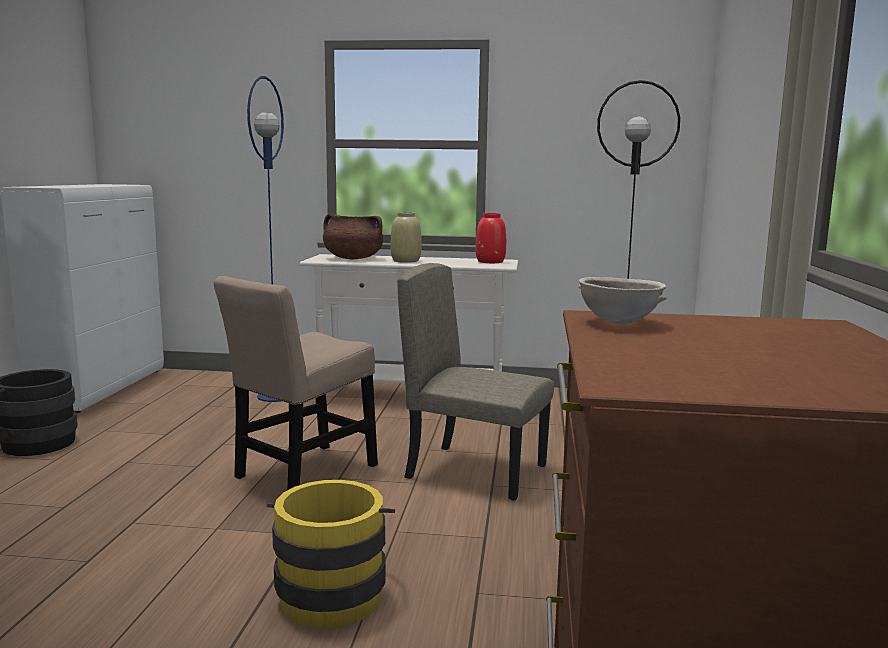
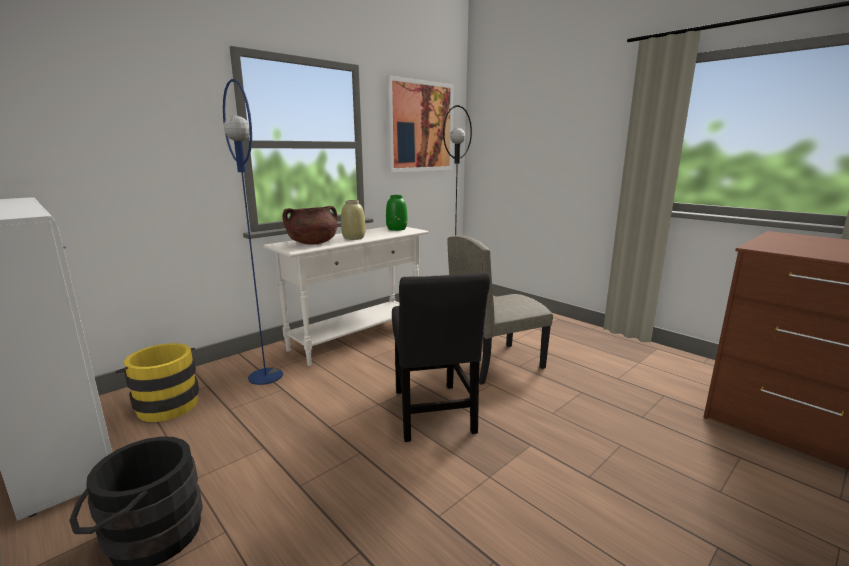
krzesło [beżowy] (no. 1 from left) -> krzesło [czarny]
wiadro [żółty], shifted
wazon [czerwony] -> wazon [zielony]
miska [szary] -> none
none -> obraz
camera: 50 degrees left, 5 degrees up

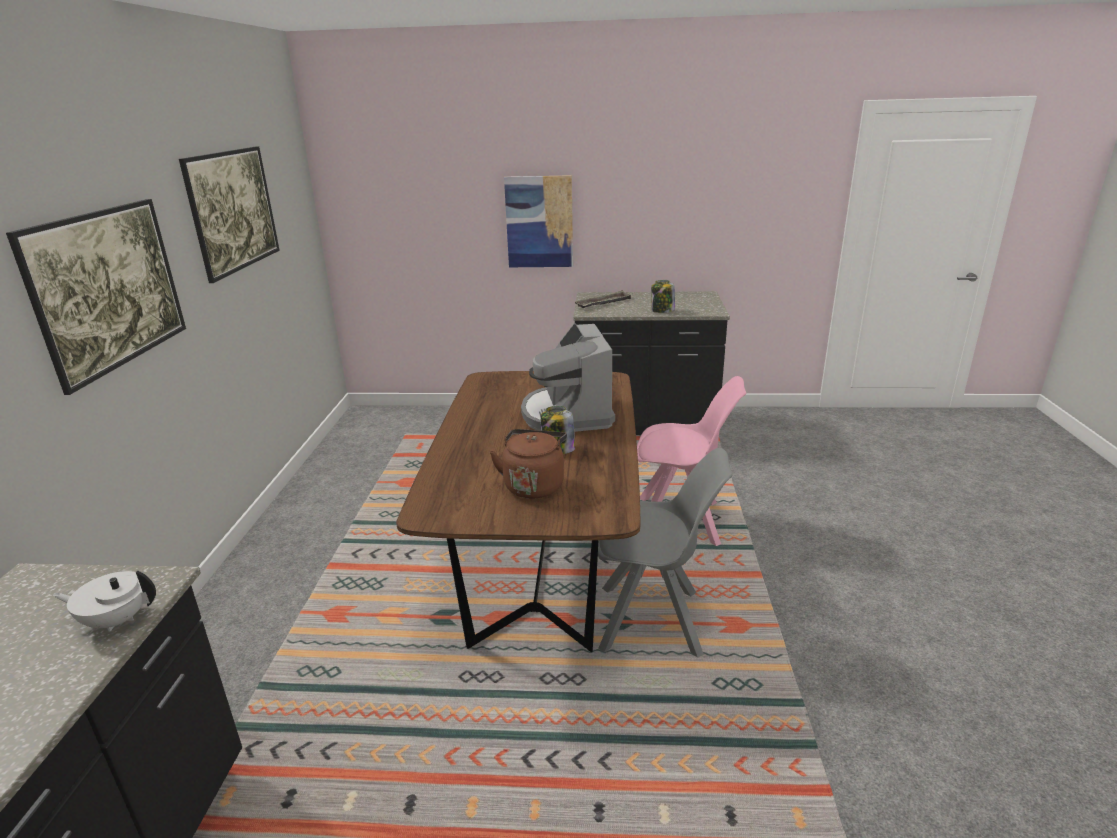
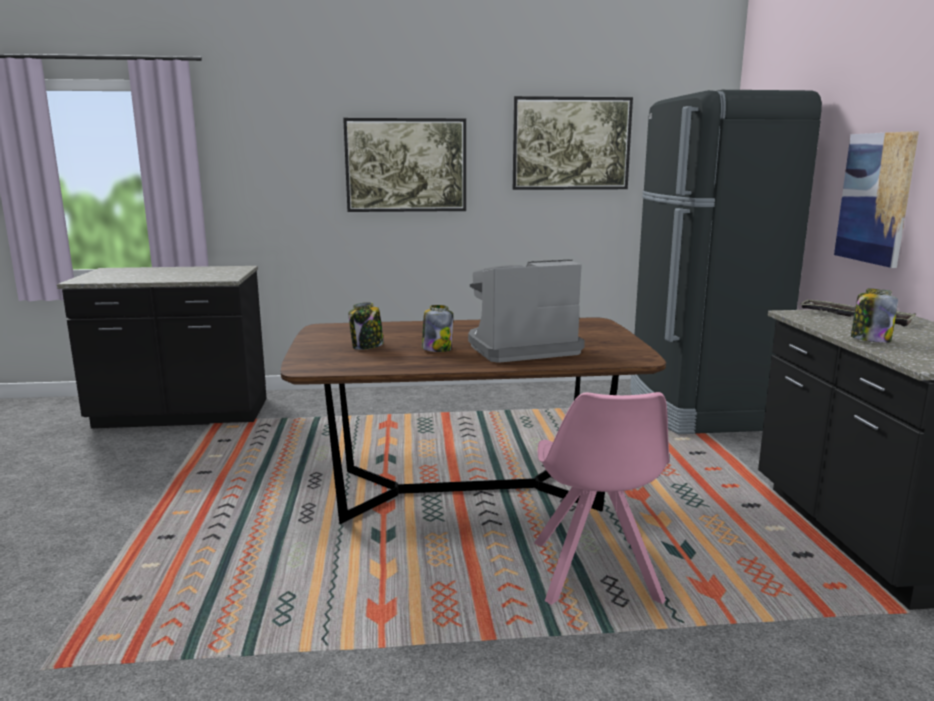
imbryk [biały] -> none
czajnik [brązowy] -> słoik (no. 1 from left)
krzesło [szary] -> none
none -> lodówka [czarny]
camera: 80 degrees right, 10 degrees down

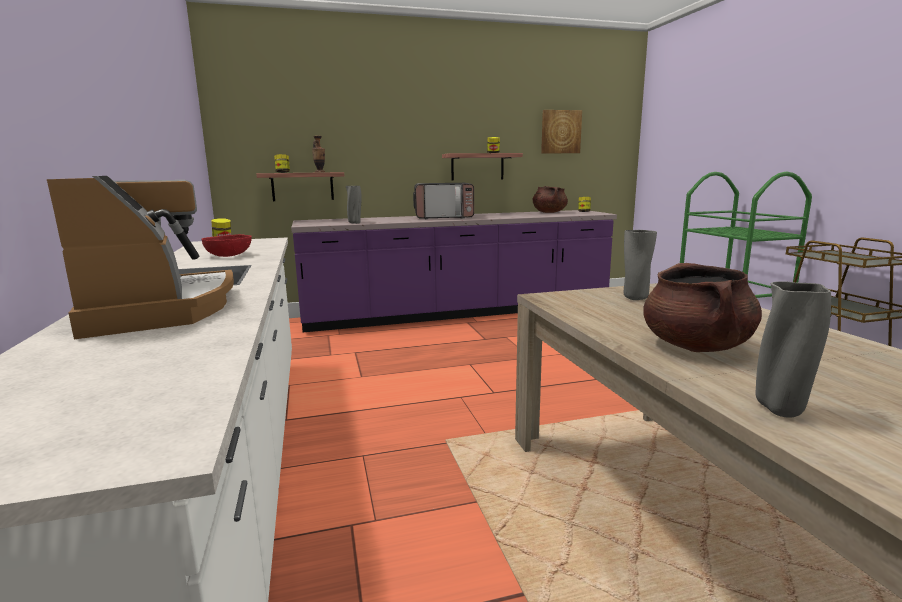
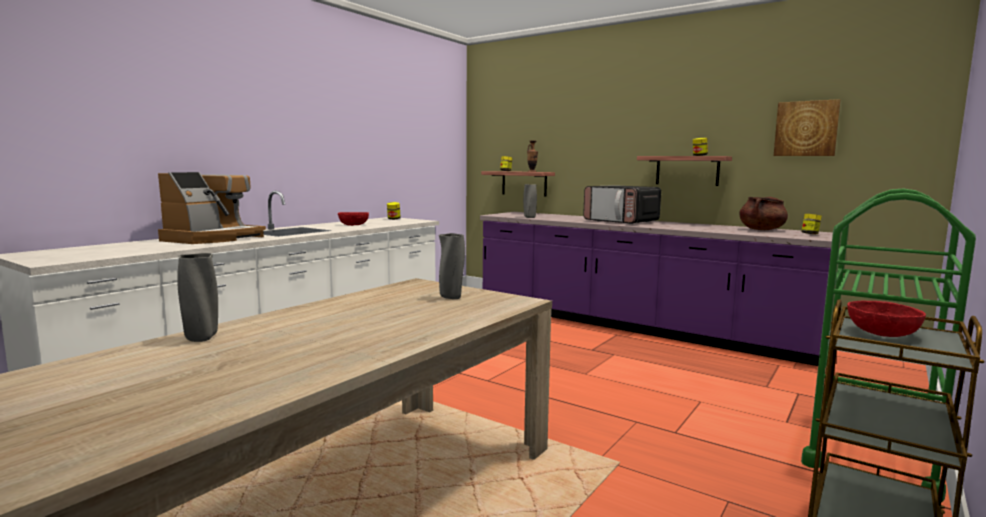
garnek [brązowy] (no. 2 from left) -> none
none -> miska [czerwony] (no. 2 from left)
camera: 50 degrees right, 5 degrees down

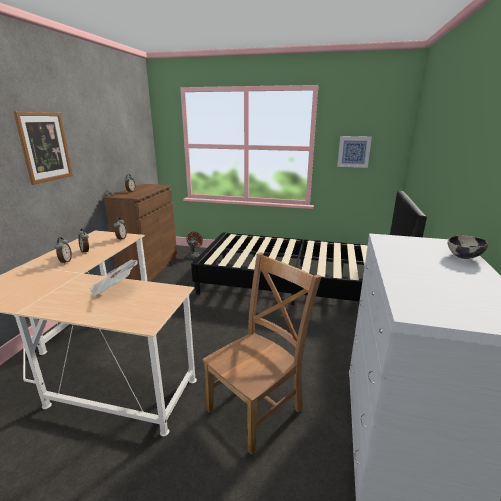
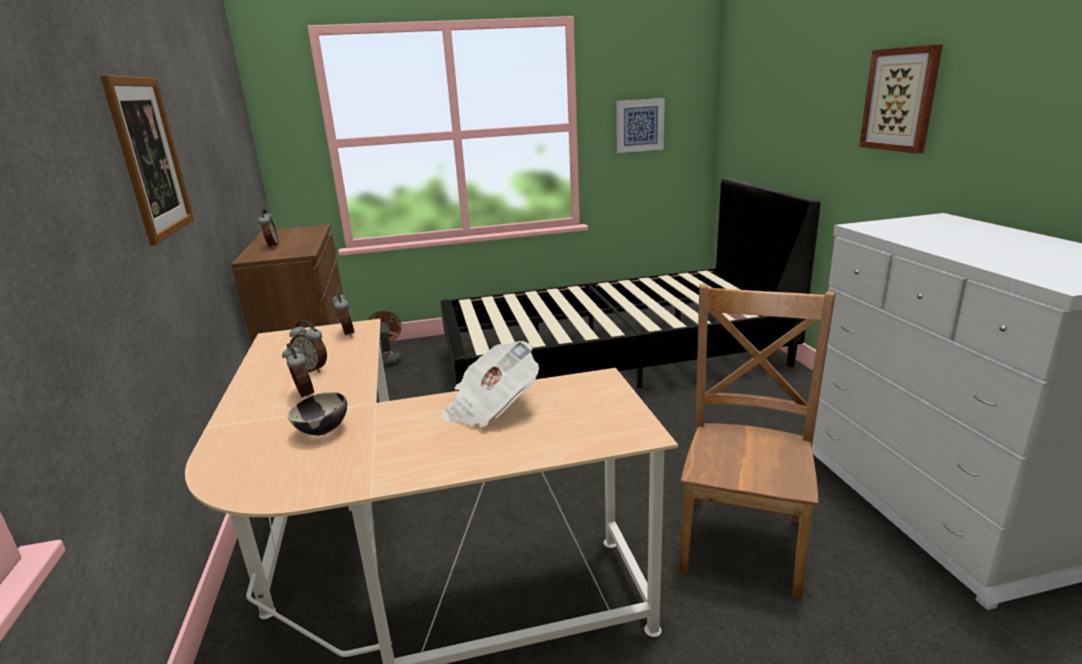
miska, shifted
none -> obraz (no. 3 from left)
camera: 25 degrees left, 0 degrees up

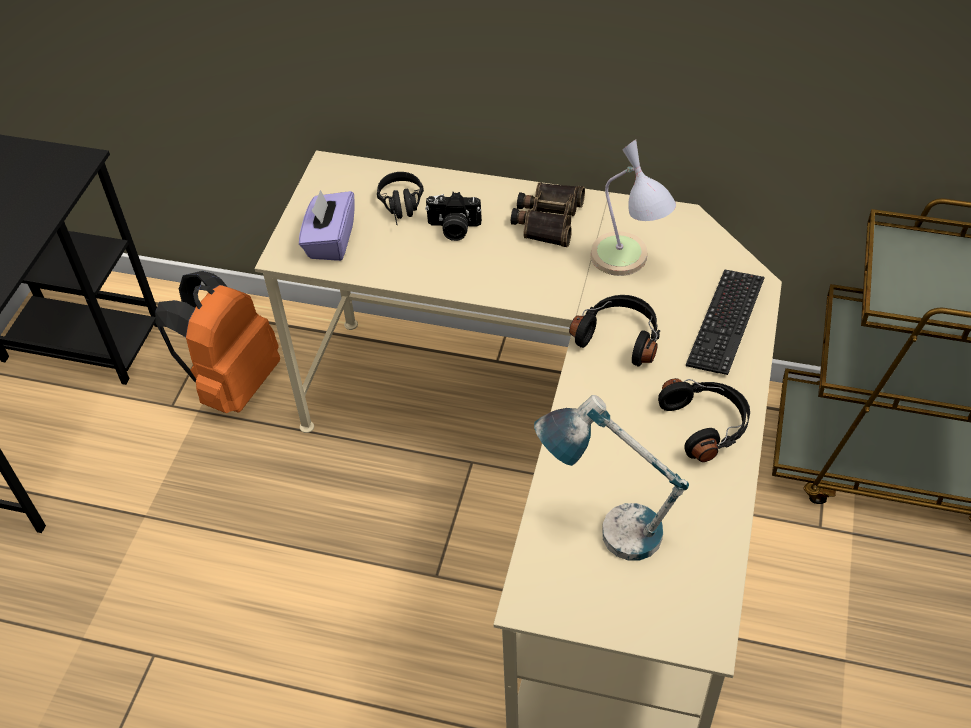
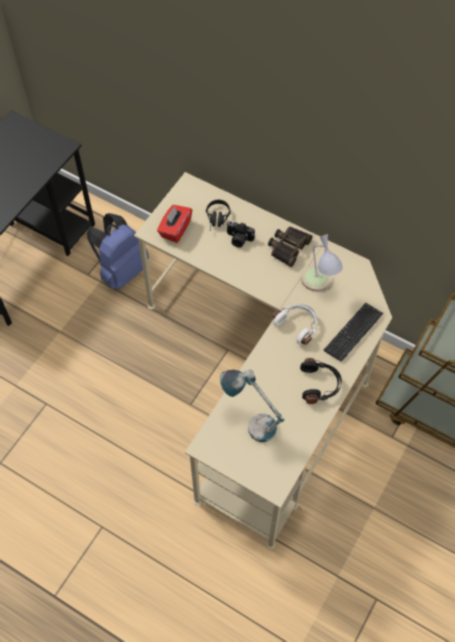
plecak [pomarańczowy] -> plecak [niebieski]
pudełko chusteczek [fioletowy] -> pudełko chusteczek [czerwony]
słuchawki [czarny] (no. 2 from left) -> słuchawki [biały]
camera: 15 degrees right, 10 degrees up

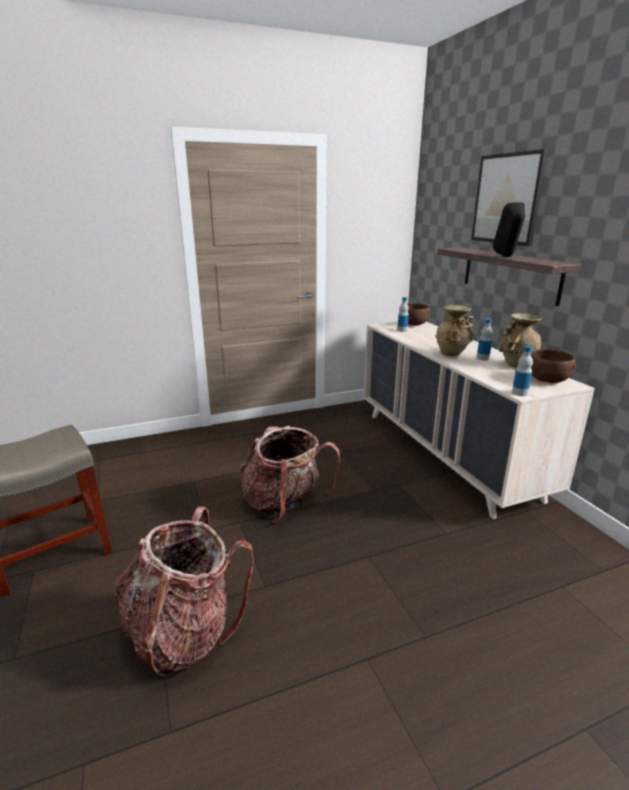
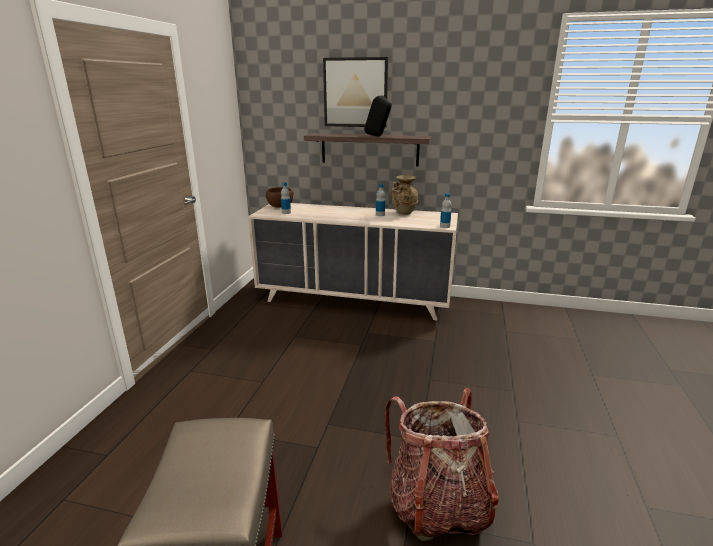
plecak (no. 2 from left) -> none
wazon [beżowy] (no. 1 from left) -> none
miska [brązowy] (no. 2 from left) -> none
camera: 55 degrees left, 0 degrees up

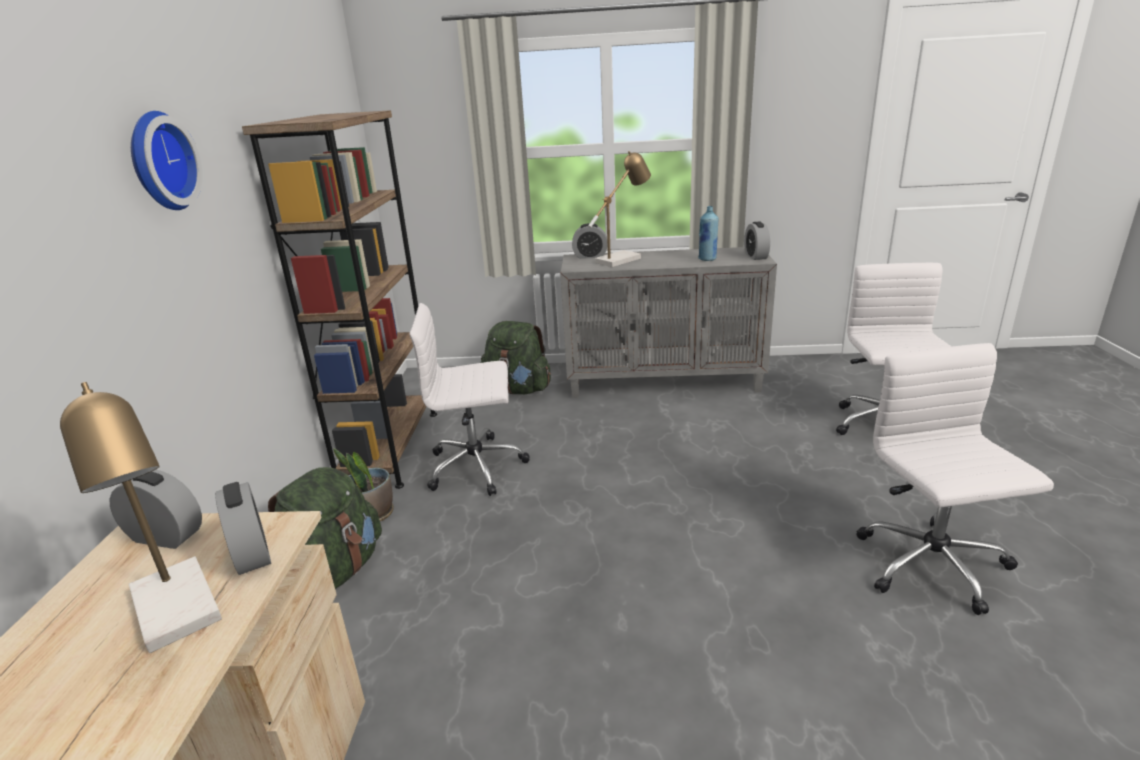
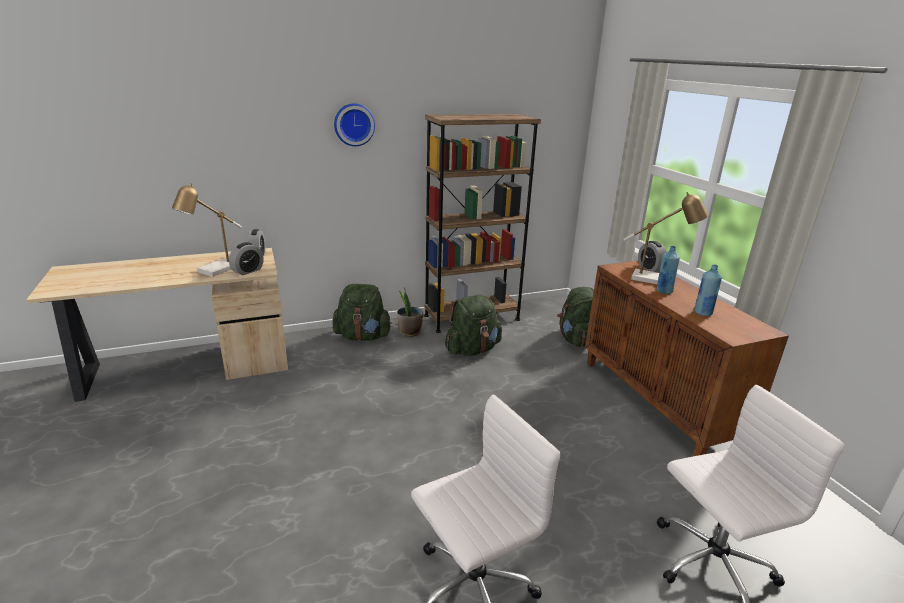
krzesło biurowe [biały] (no. 1 from left) -> plecak [zielony] (no. 2 from left)
szafka [szary] -> szafka [brązowy]
budzik (no. 4 from left) -> none
none -> butelka [niebieski] (no. 1 from left)
camera: 65 degrees right, 0 degrees up

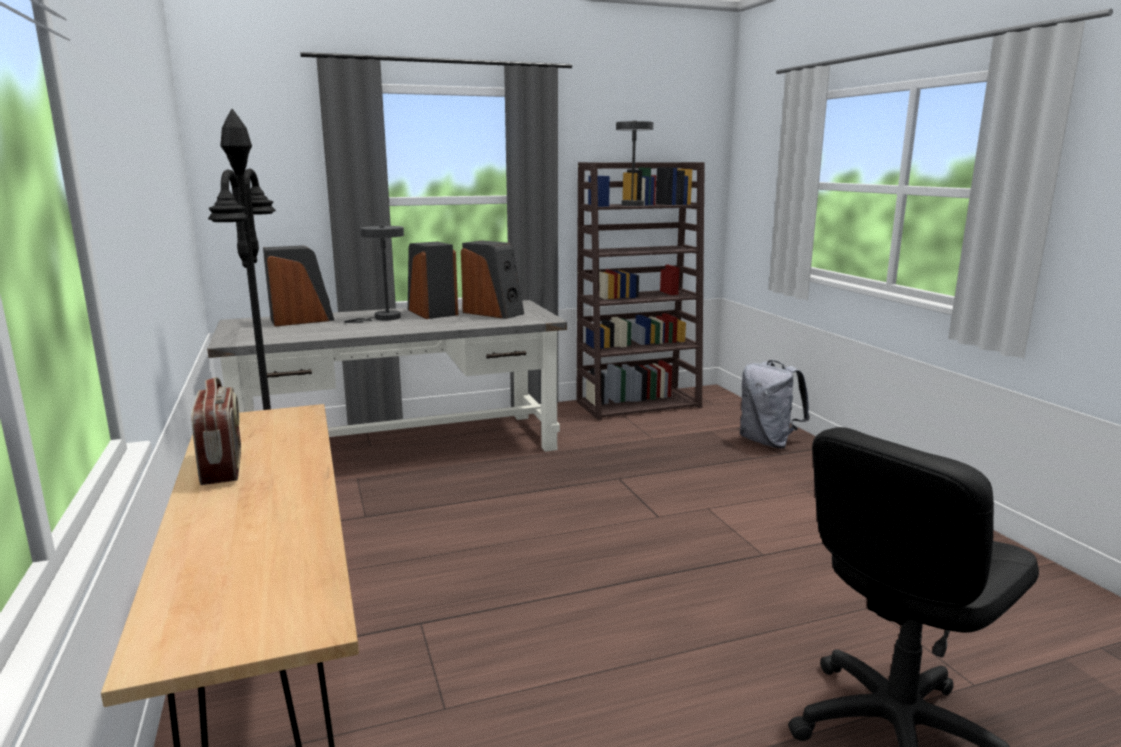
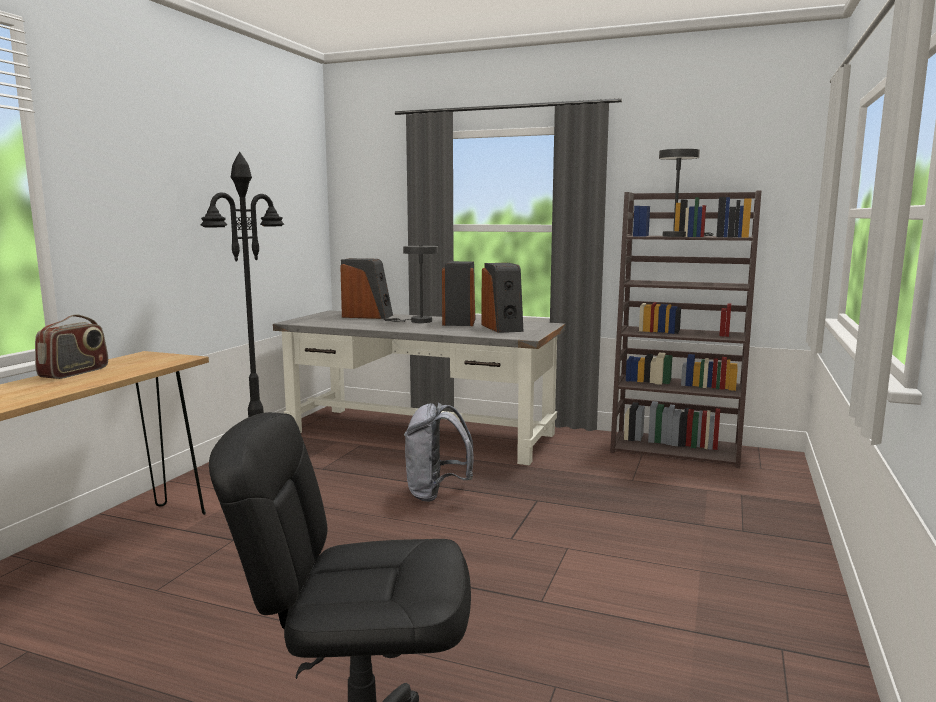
plecak [szary], shifted
camera: 40 degrees right, 5 degrees down

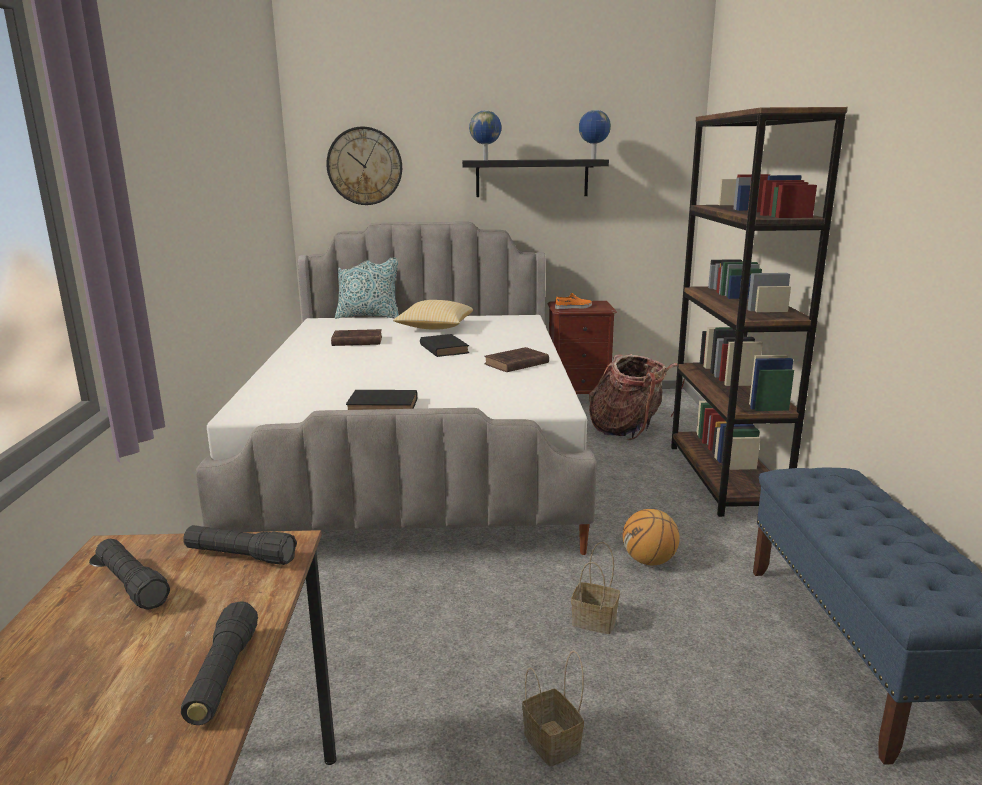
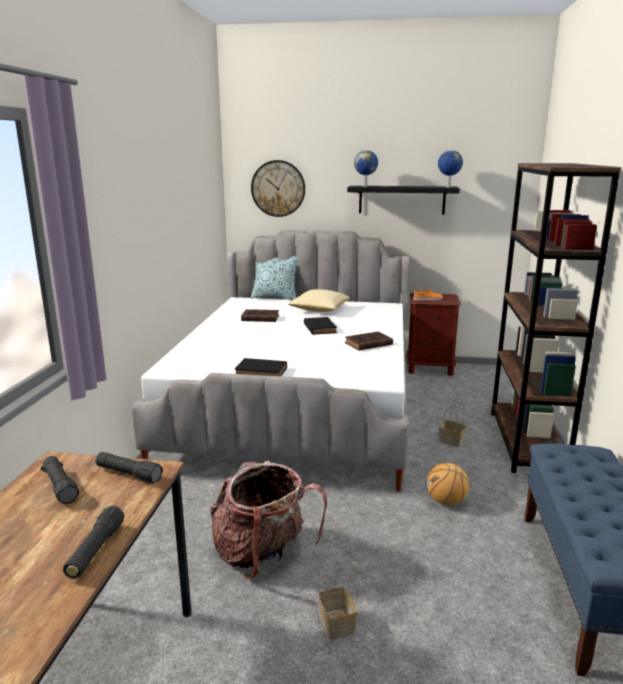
koszyk (no. 2 from left), shifted
plecak, shifted
camera: 10 degrees right, 0 degrees up

